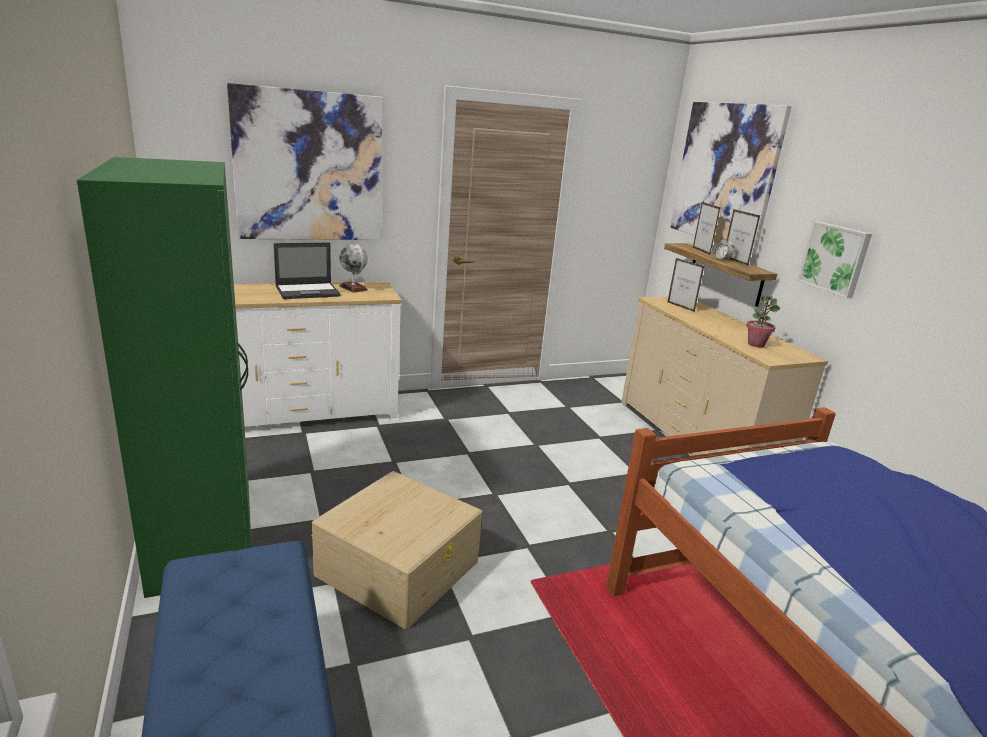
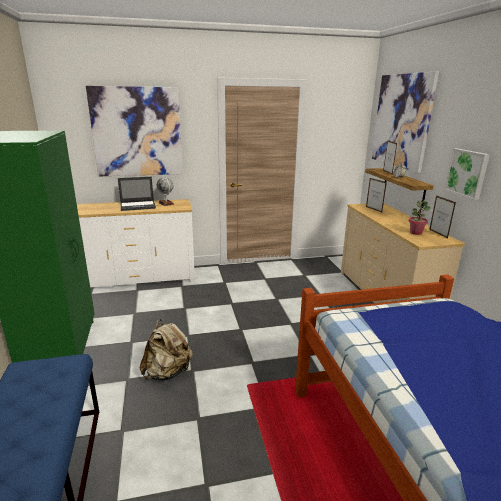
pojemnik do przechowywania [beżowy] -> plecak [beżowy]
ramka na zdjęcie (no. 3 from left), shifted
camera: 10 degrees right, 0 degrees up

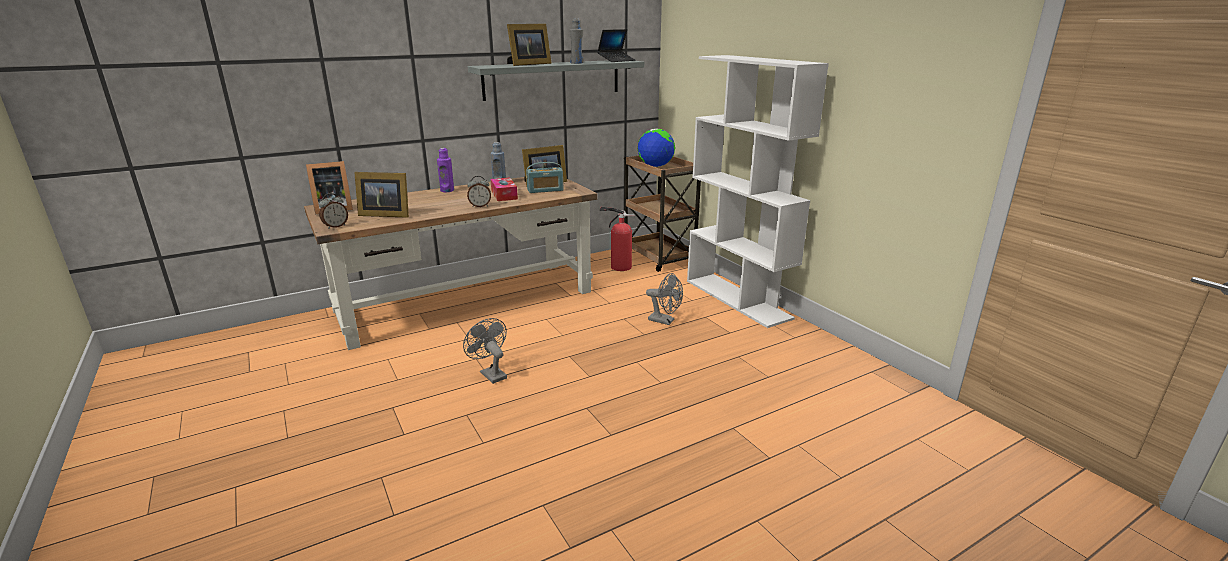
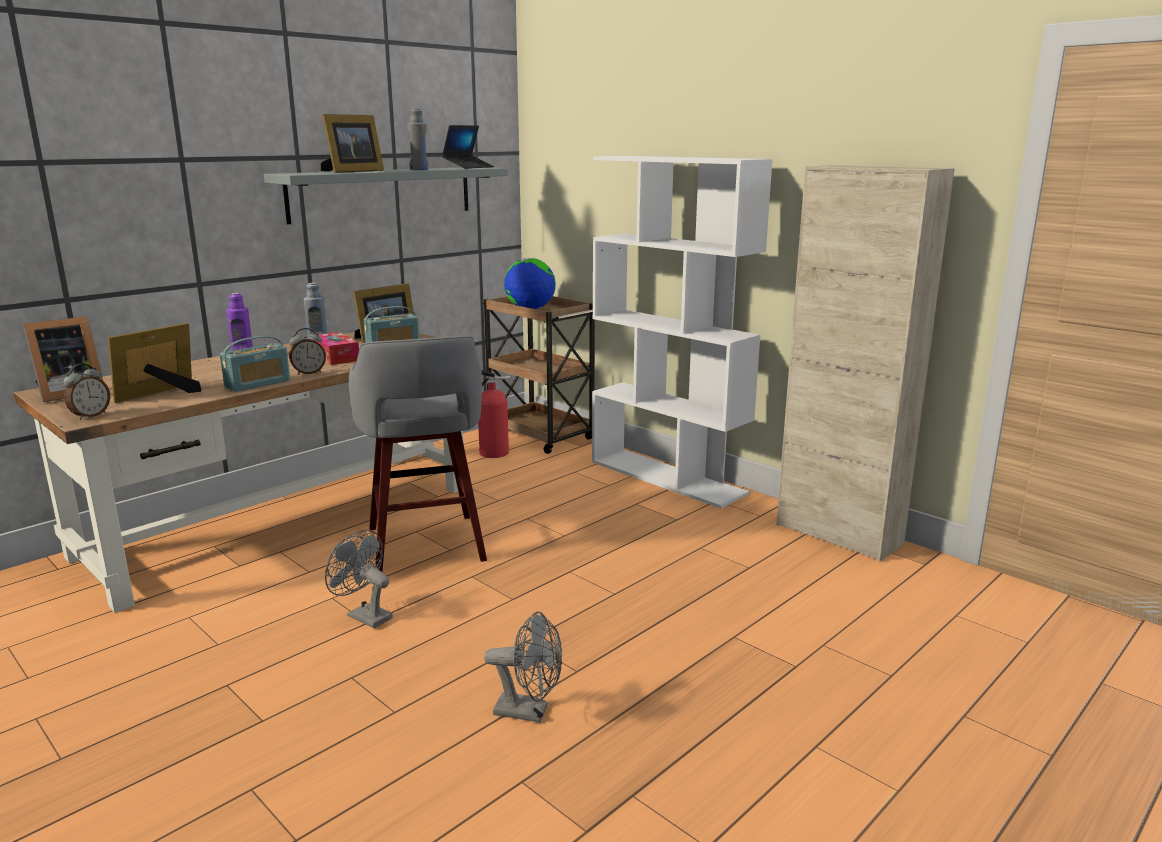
ramka na zdjęcie (no. 2 from left), 135 degrees clockwise
wentylator [szary] (no. 2 from left), shifted
none -> radio (no. 1 from left)
none -> stołek [szary]
none -> szafka [beżowy]
camera: 15 degrees left, 5 degrees down

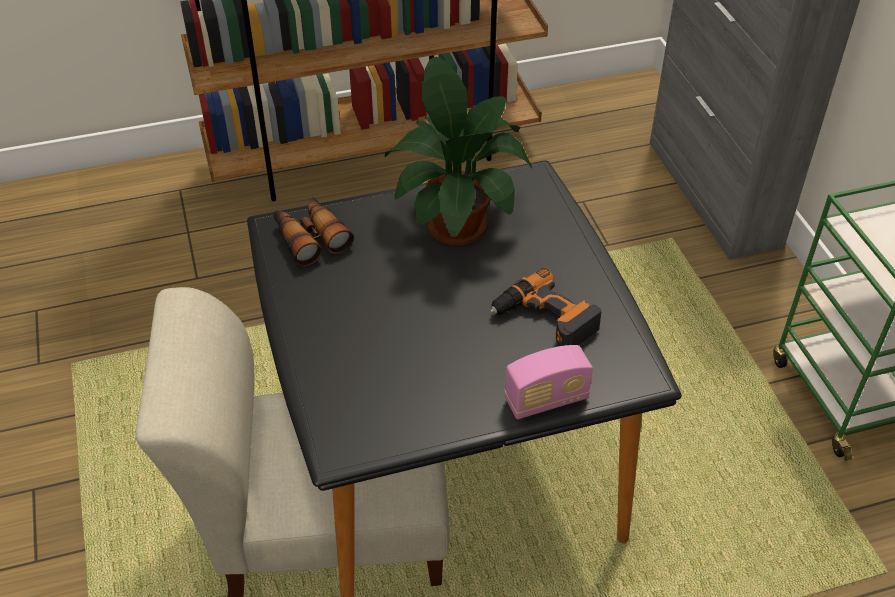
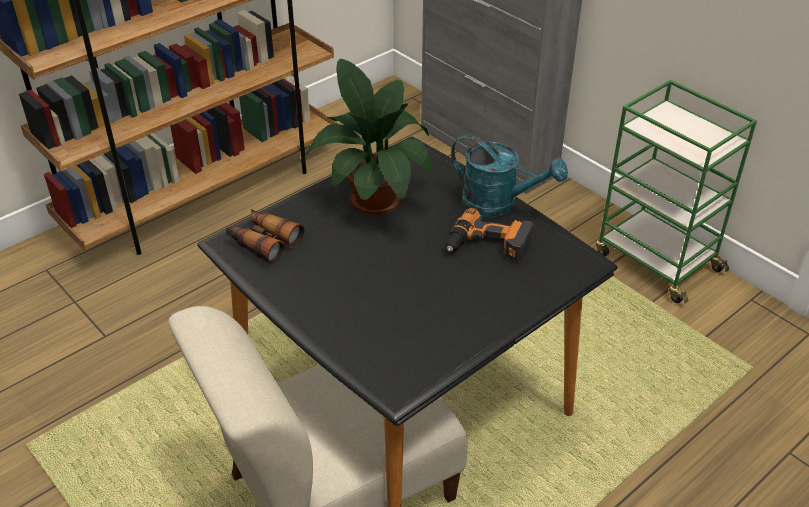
radio -> none
none -> konewka [turkusowy]
camera: 25 degrees left, 5 degrees down

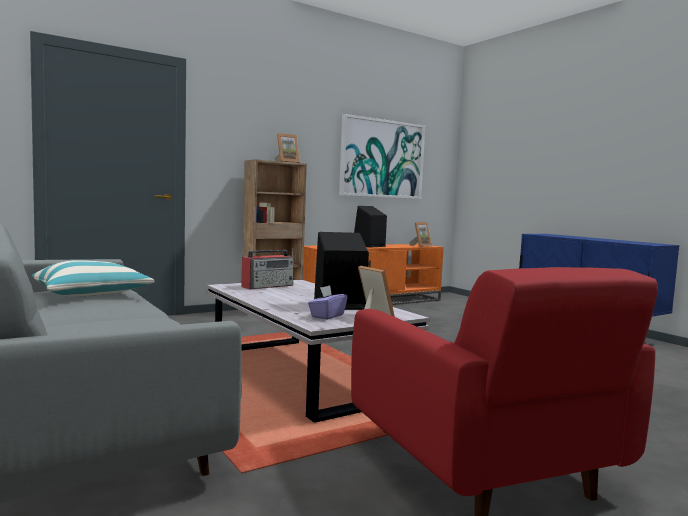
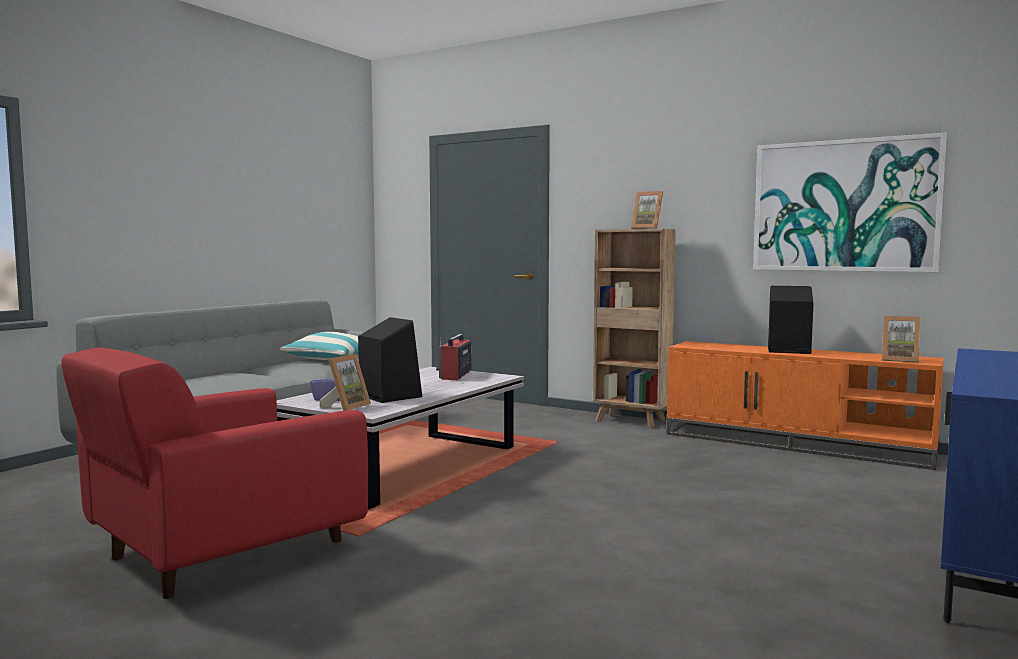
radio, 75 degrees clockwise
camera: 65 degrees right, 0 degrees up

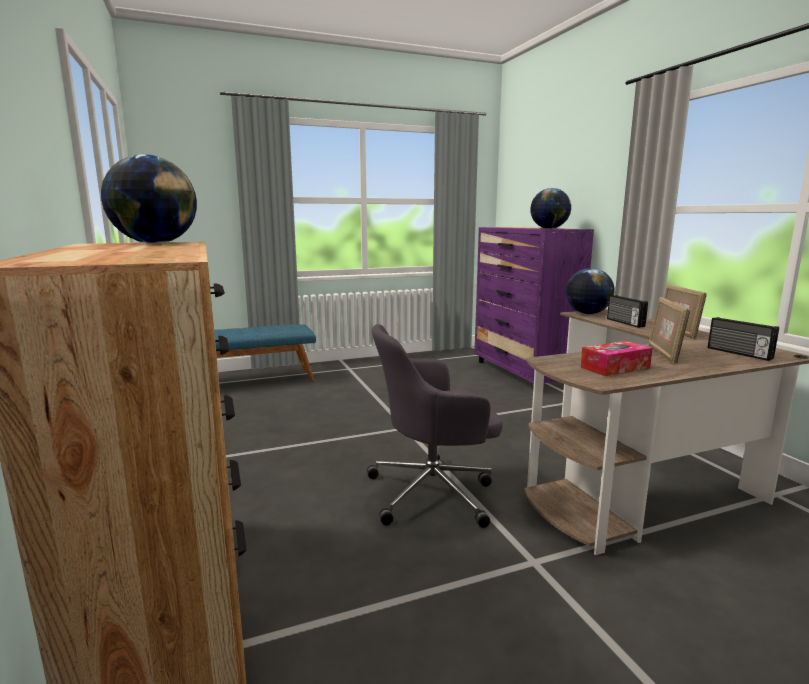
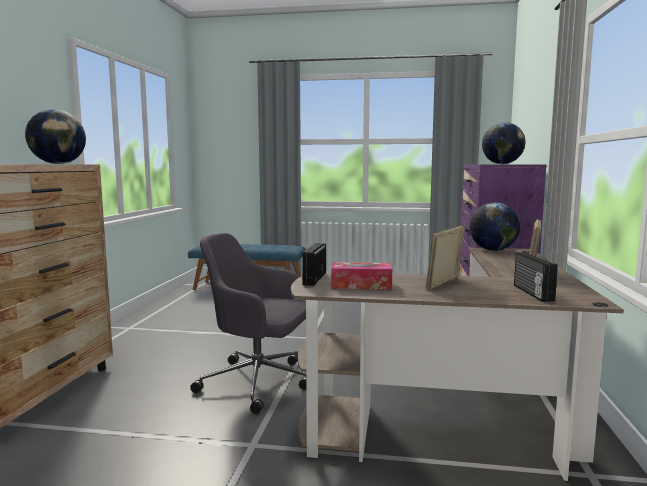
radio (no. 1 from left), shifted
camera: 30 degrees right, 5 degrees down

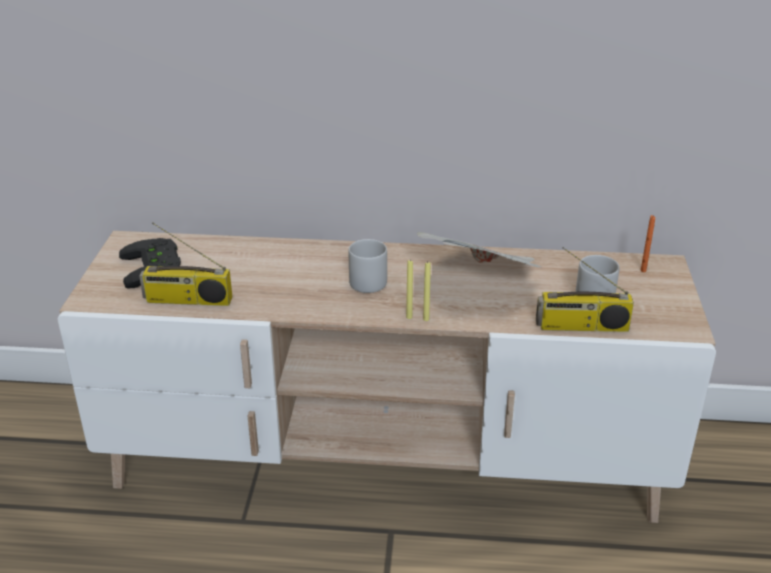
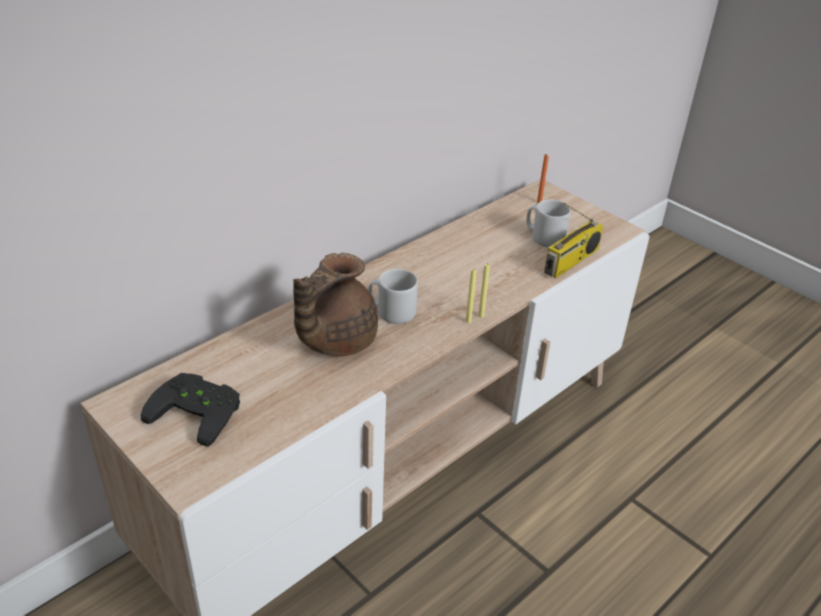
radio (no. 1 from left) -> none
gazeta -> none
none -> imbryk [brązowy]
camera: 50 degrees left, 5 degrees up

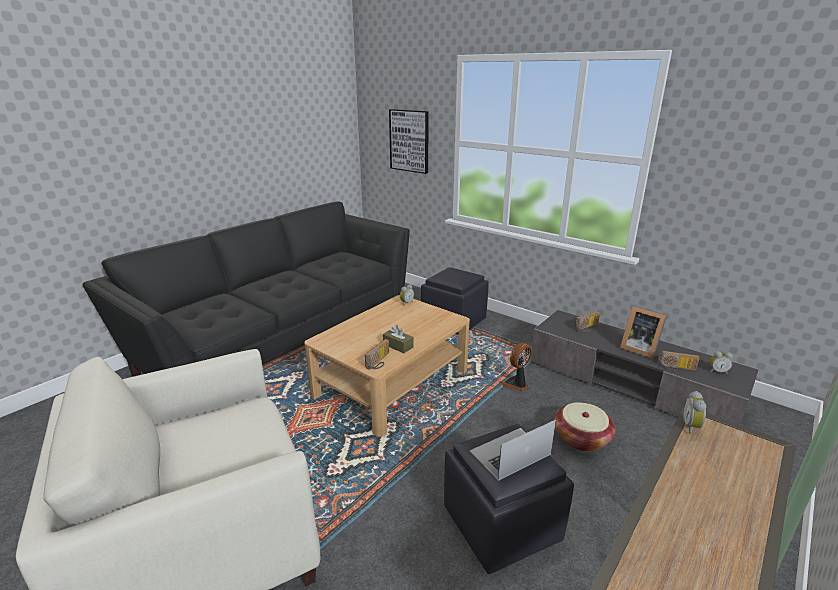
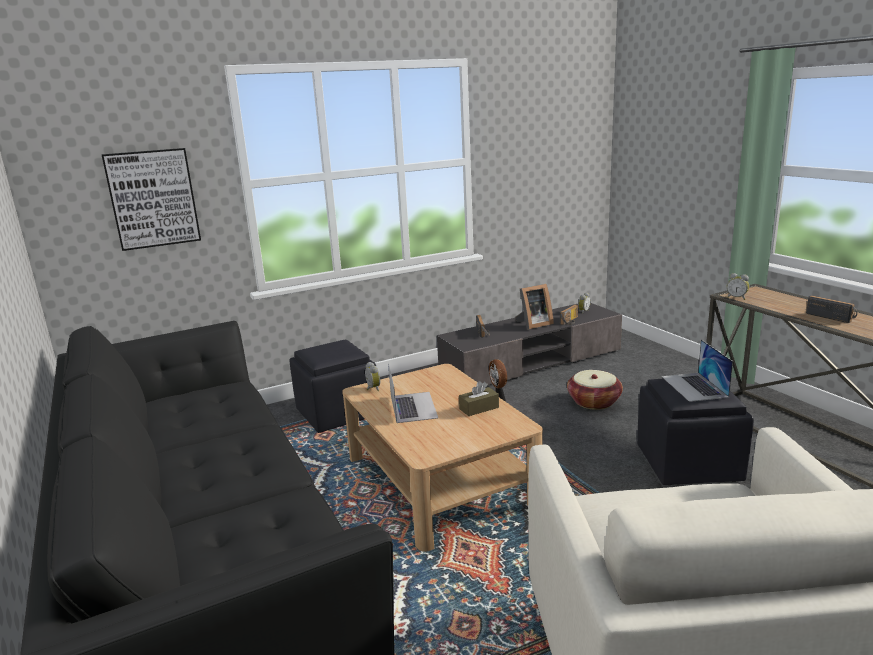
radio (no. 1 from left in the first image) -> radio (no. 3 from left), shifted
none -> laptop (no. 1 from left)
camera: 65 degrees left, 5 degrees down

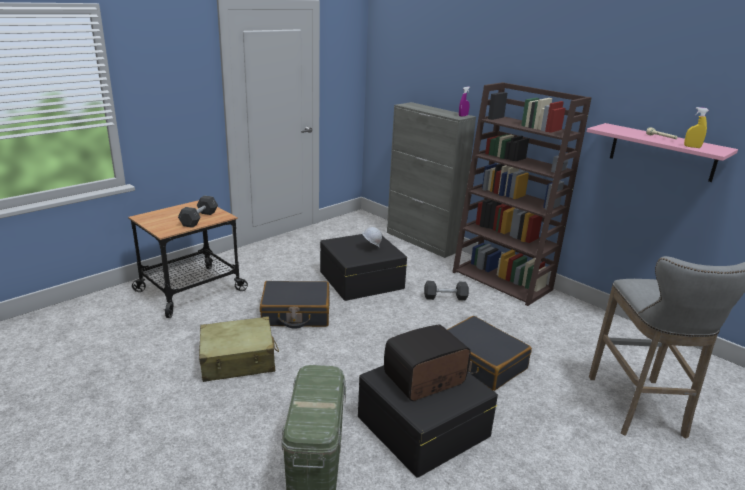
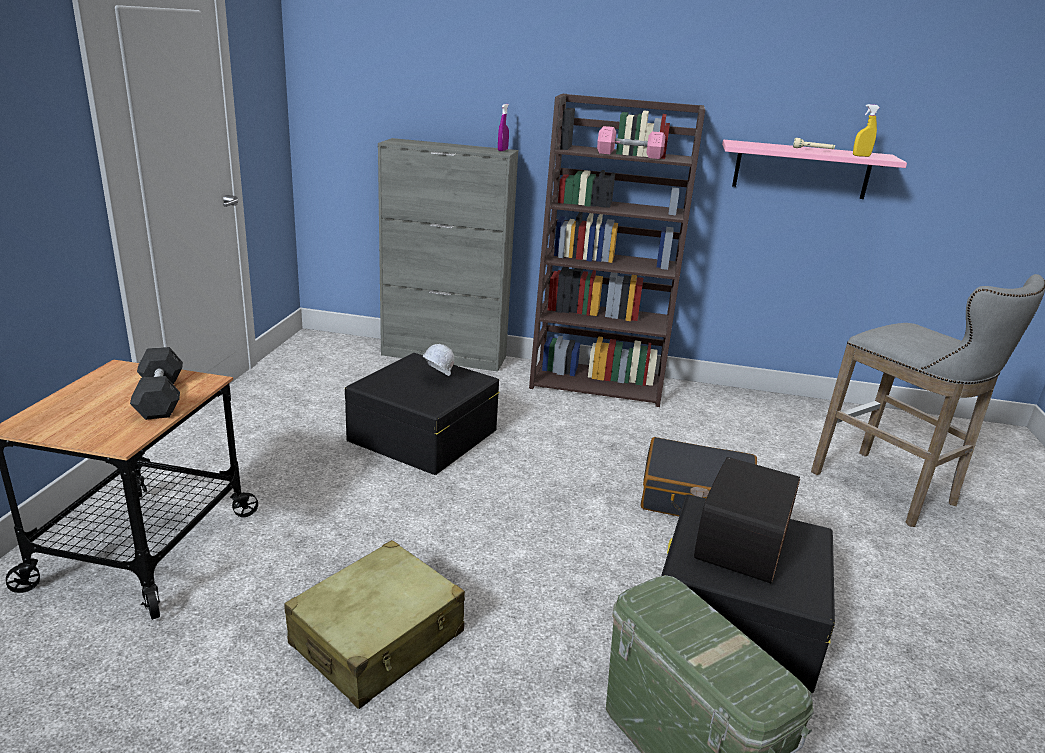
walizka [czarny] (no. 1 from left) -> none
hantel [szary] (no. 2 from left) -> none
none -> hantel [różowy]
camera: 35 degrees left, 0 degrees up

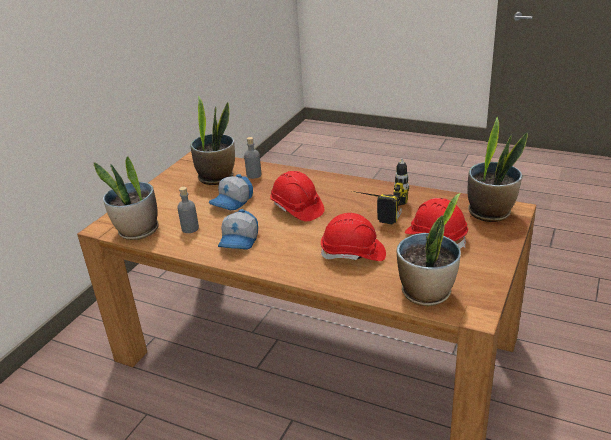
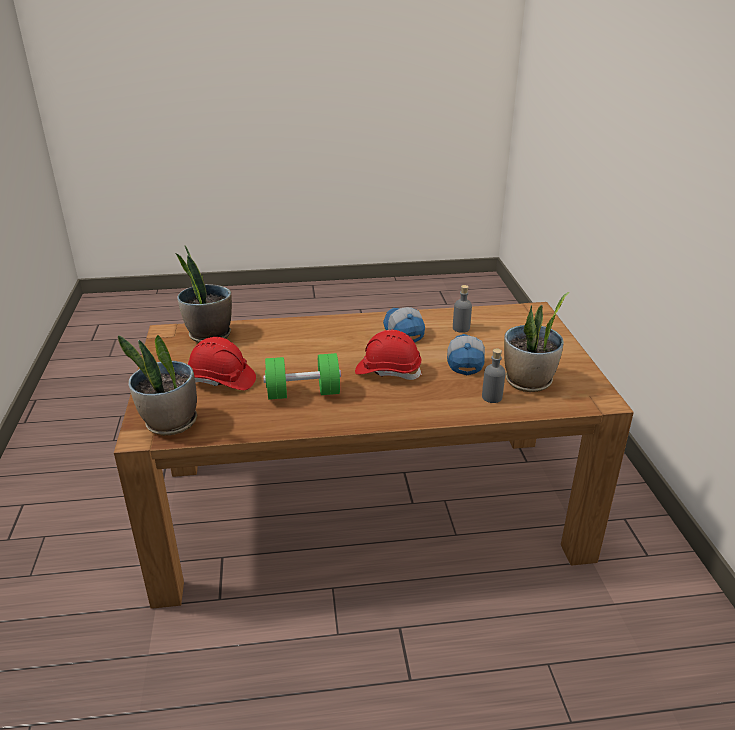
roślina doniczkowa (no. 1 from left) -> none
kask [czerwony] (no. 2 from left) -> none
wiertarka -> hantel [zielony]
camera: 145 degrees right, 0 degrees up

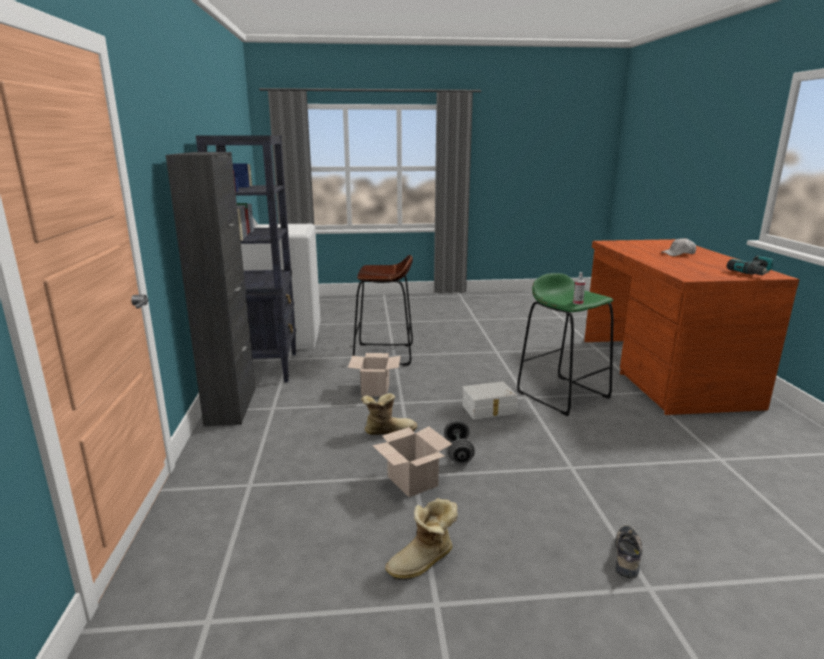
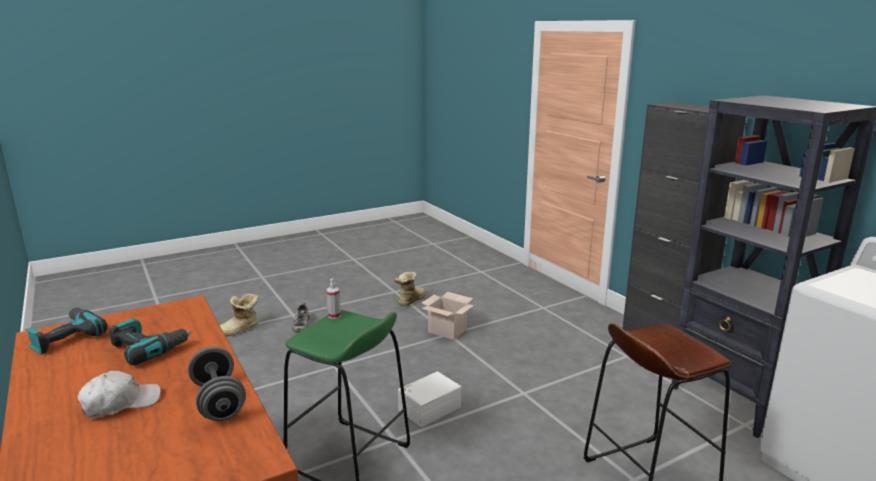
karton (no. 1 from left) -> none
but z cholewką (no. 1 from left), shifted
hantel [szary], shifted
none -> wiertarka (no. 2 from left)
camera: 155 degrees right, 0 degrees up

